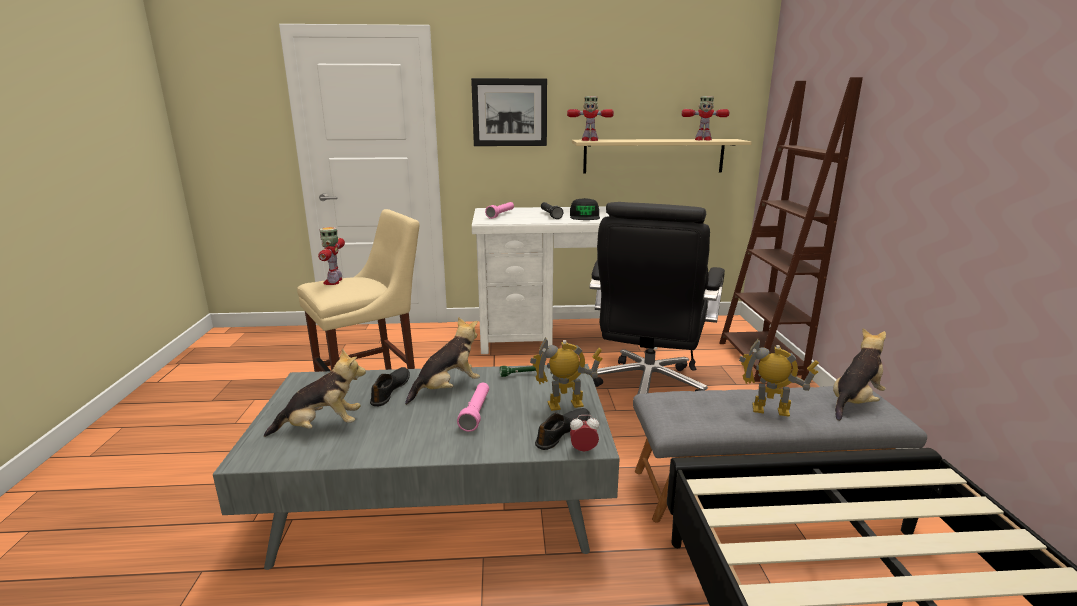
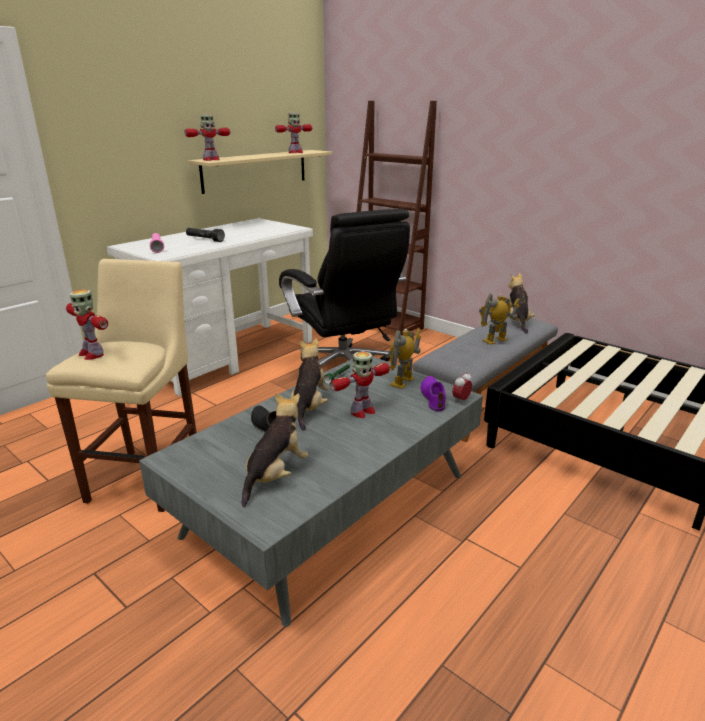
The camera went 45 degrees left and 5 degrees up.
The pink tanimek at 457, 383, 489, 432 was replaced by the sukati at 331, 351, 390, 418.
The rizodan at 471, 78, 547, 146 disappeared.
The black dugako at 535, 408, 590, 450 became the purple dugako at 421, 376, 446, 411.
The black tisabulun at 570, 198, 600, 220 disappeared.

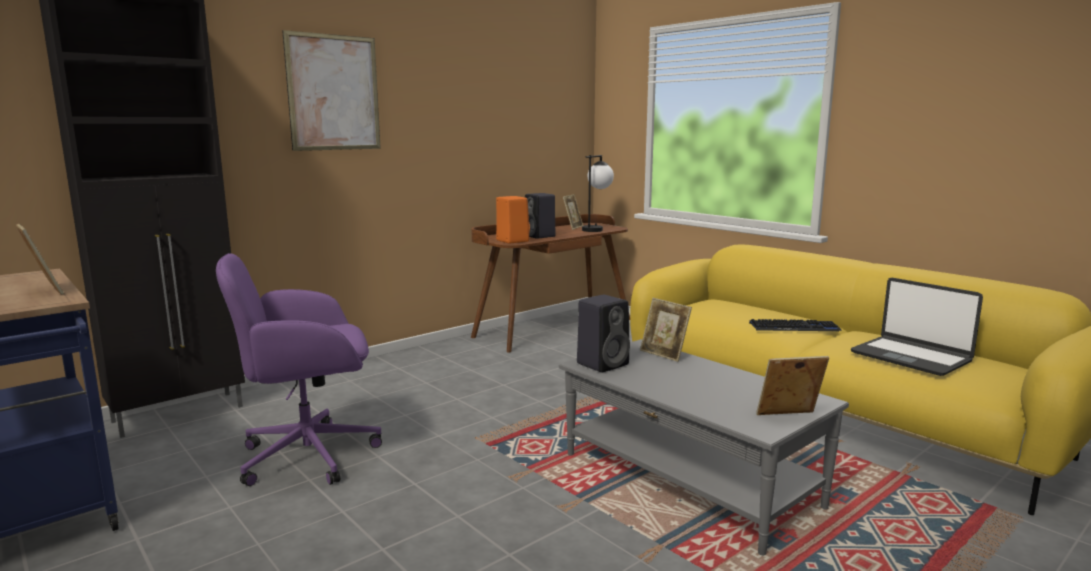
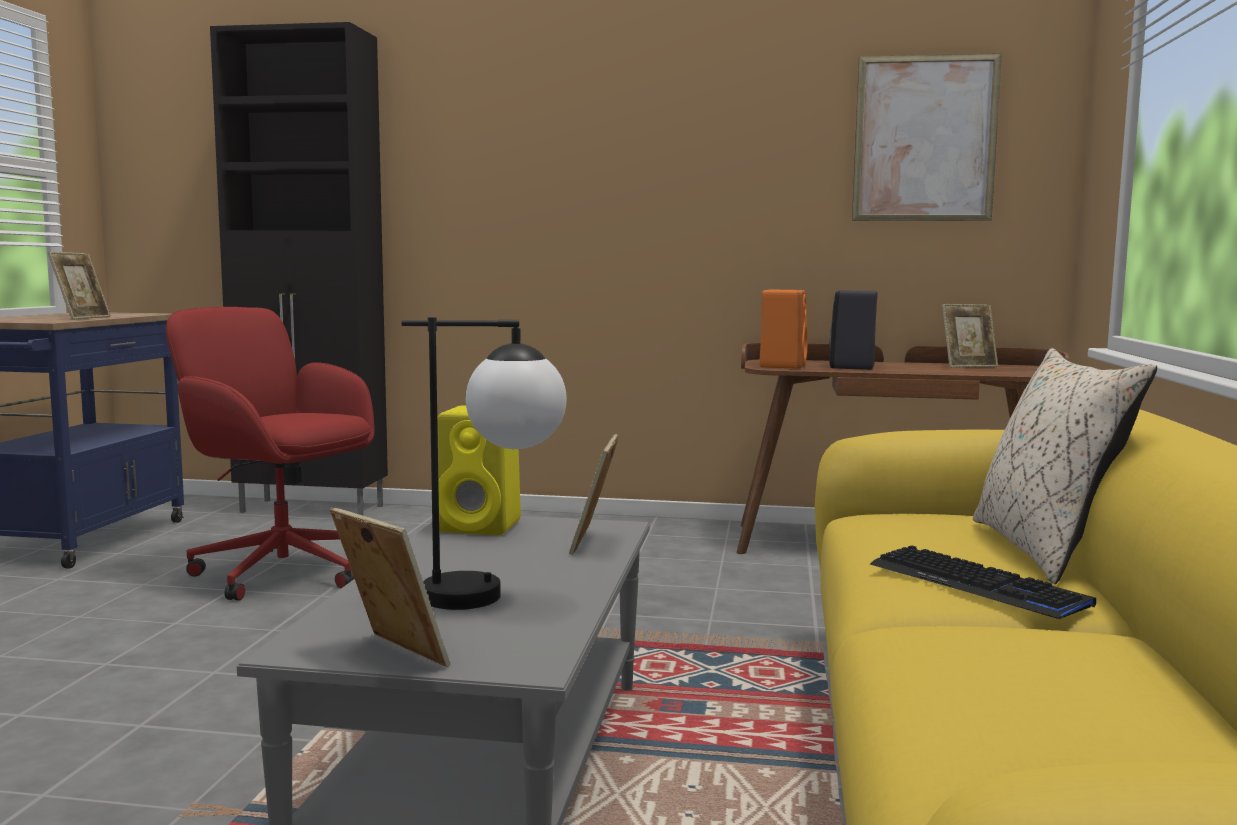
The camera went 50 degrees right and 5 degrees down.
The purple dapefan at 216, 253, 382, 486 became the red dapefan at 166, 307, 375, 601.
The rizodan moved from 282, 30, 381, 151 to 852, 53, 1002, 221.
The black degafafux at 577, 295, 630, 372 became the yellow degafafux at 437, 406, 521, 535.
The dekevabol moved from 582, 155, 614, 232 to 402, 317, 567, 610.
The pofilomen at 851, 278, 983, 376 disappeared.
The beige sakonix at 973, 348, 1157, 584 appeared.

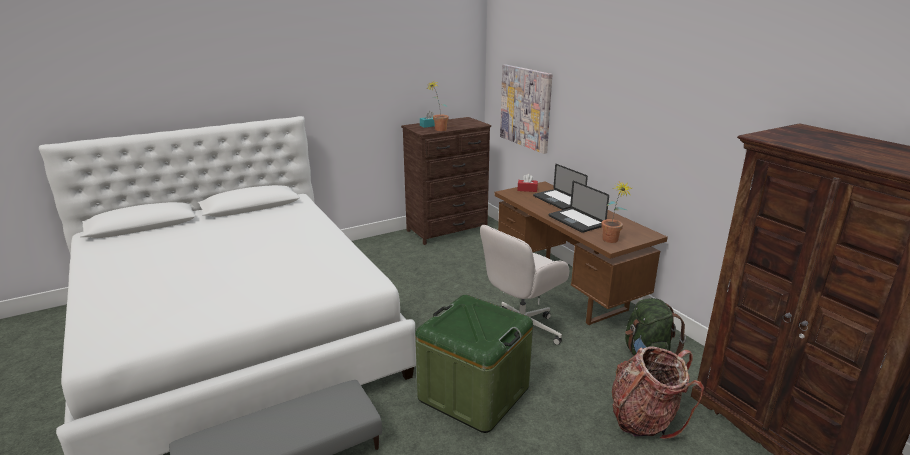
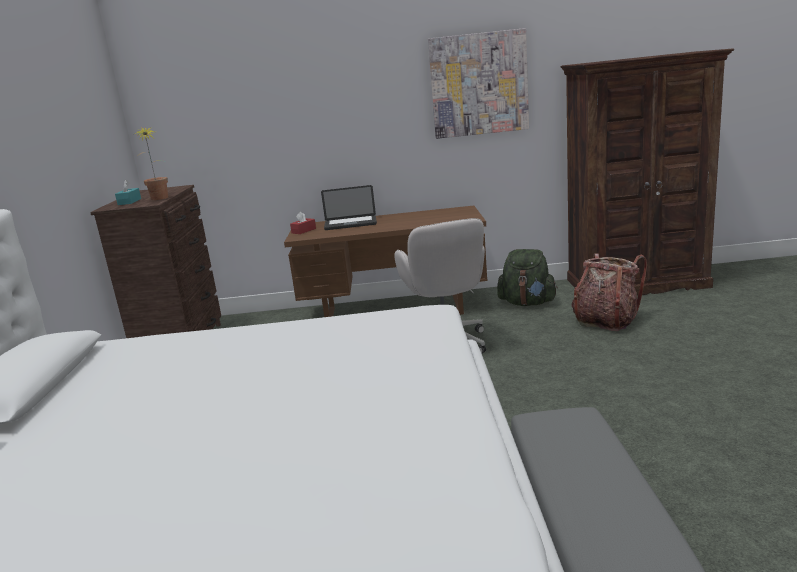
The camera went 60 degrees left and 5 degrees down.
The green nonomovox at 415, 295, 533, 433 disappeared.
The rizodan moved from 500, 64, 553, 154 to 428, 28, 529, 139.
The pofilomen at 549, 181, 609, 233 disappeared.
The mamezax at 601, 182, 632, 243 disappeared.

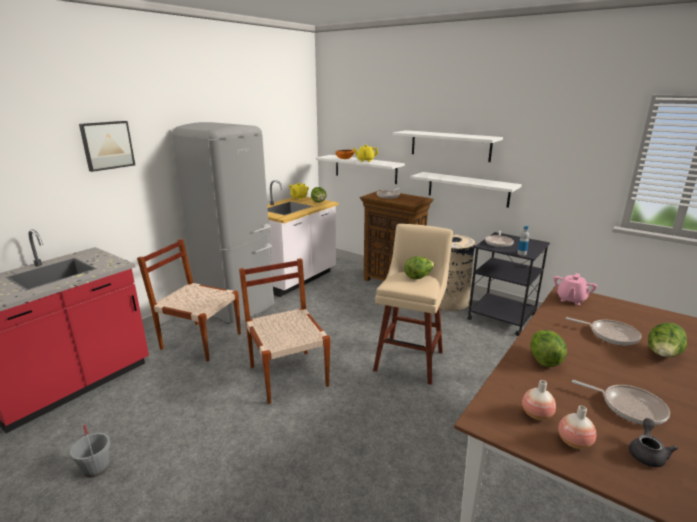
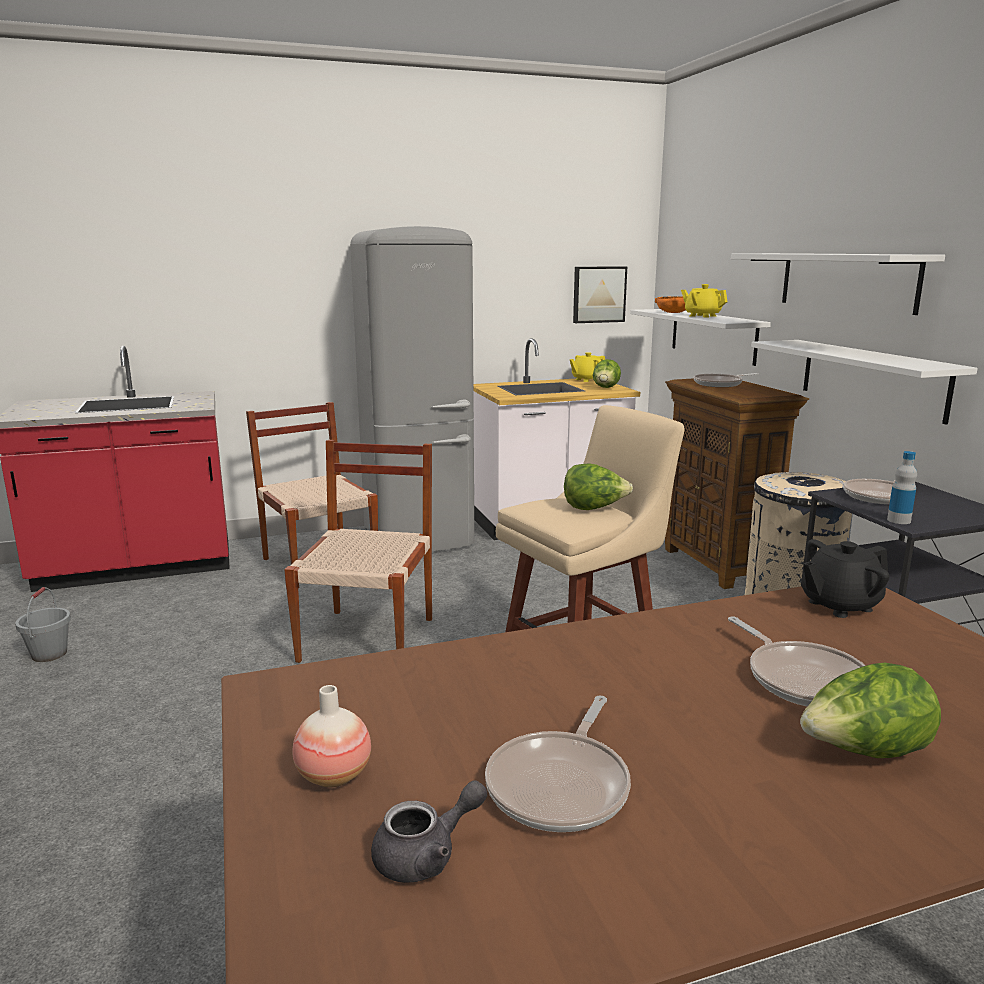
The camera went 35 degrees right and 5 degrees down.
The rizodan moved from 79, 121, 135, 172 to 573, 266, 627, 323.
The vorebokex at 522, 380, 556, 420 disappeared.
The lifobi at 530, 330, 567, 367 disappeared.
The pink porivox at 553, 273, 597, 305 became the black porivox at 801, 539, 889, 618.
The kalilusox at 572, 380, 670, 425 turned 45 degrees clockwise.

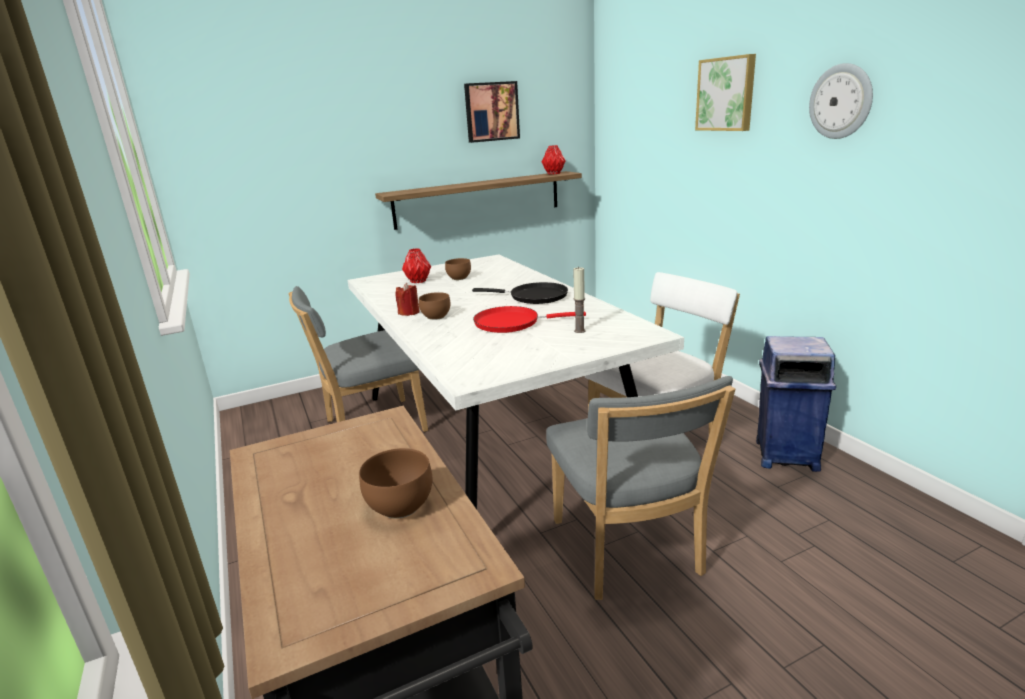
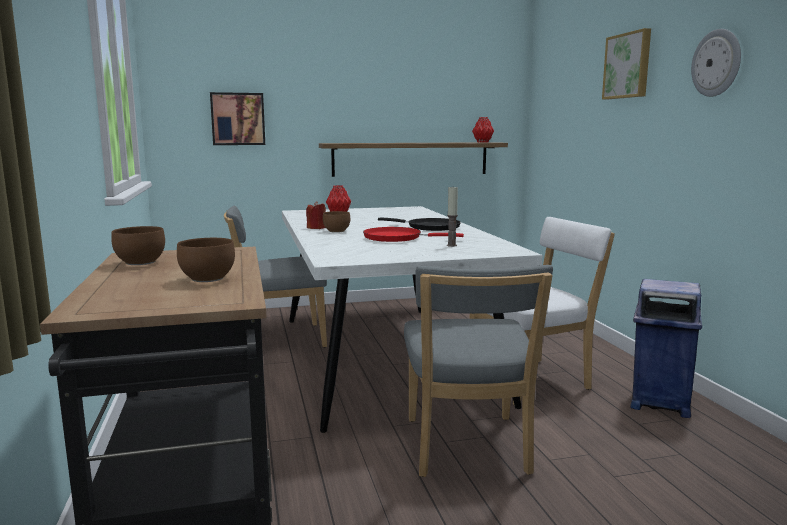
The camera went 10 degrees right and 10 degrees down.
The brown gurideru moved from 445, 258, 471, 280 to 112, 226, 165, 265.
The rizodan moved from 464, 81, 520, 143 to 210, 92, 265, 145.

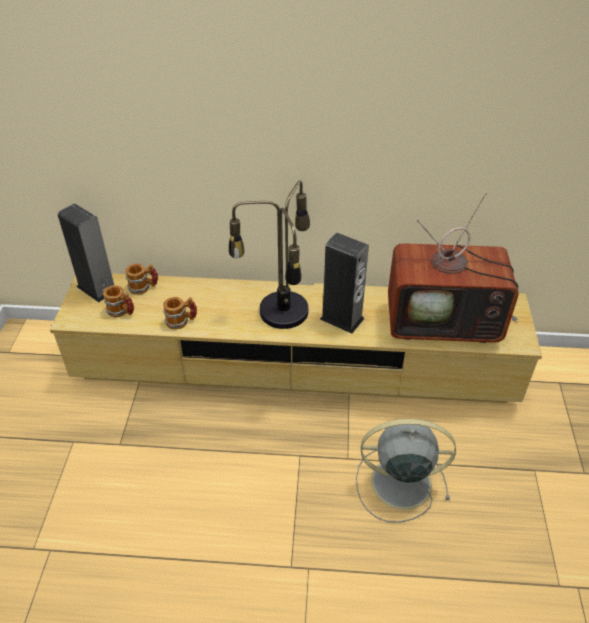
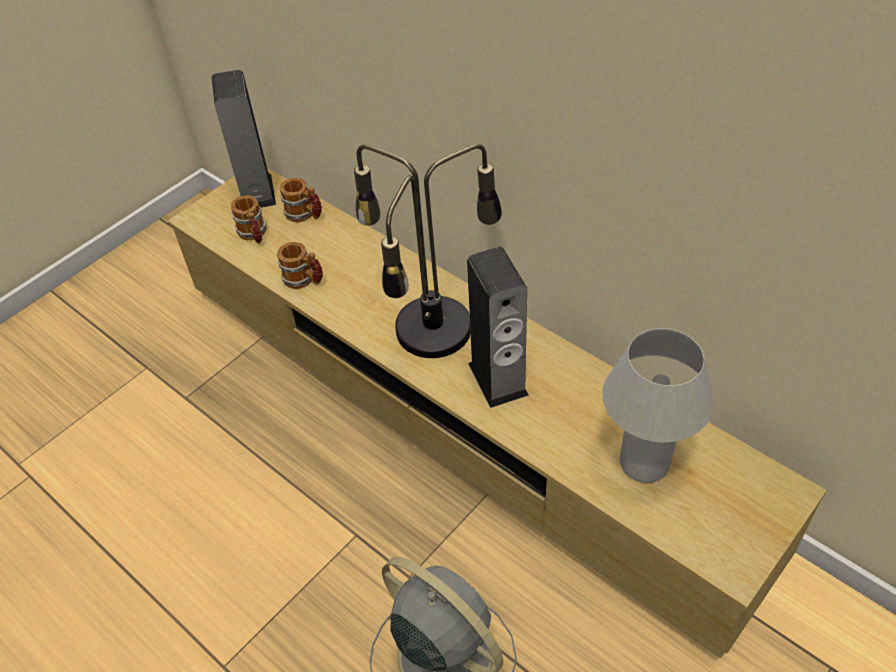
The camera went 40 degrees right and 5 degrees up.
The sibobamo at 388, 193, 519, 343 was replaced by the white dekevabol at 602, 328, 714, 483.

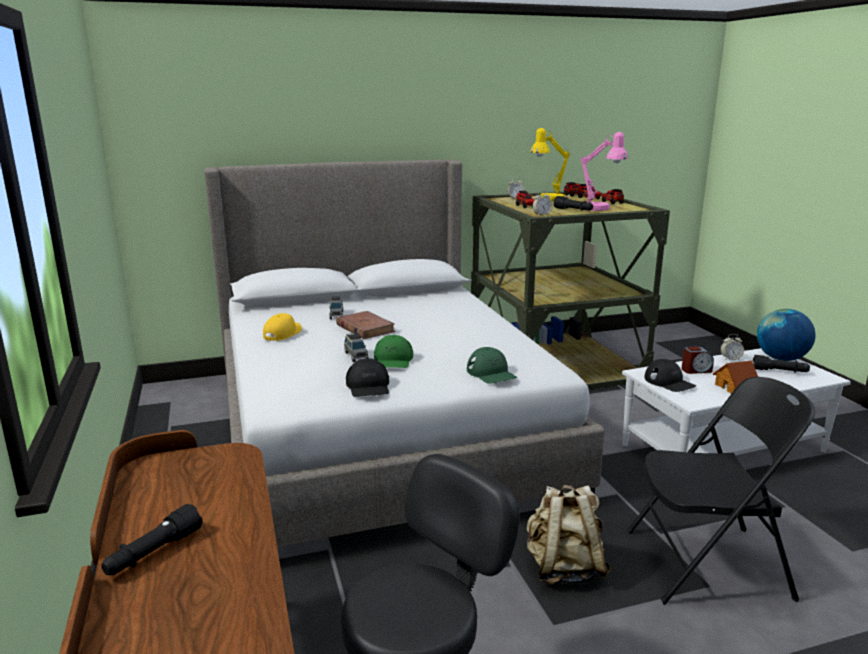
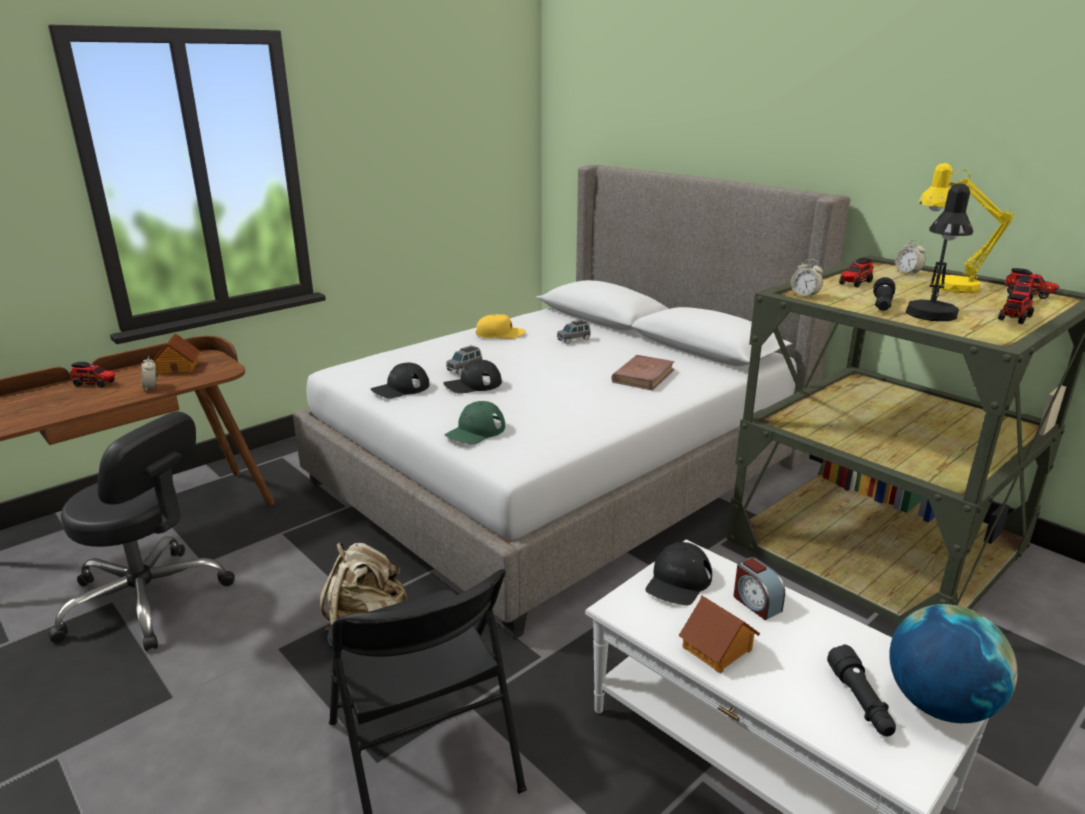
The camera went 65 degrees right and 5 degrees up.
The black tanimek at 101, 504, 203, 575 was replaced by the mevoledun at 70, 362, 115, 388.
The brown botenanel moved from 336, 311, 395, 339 to 611, 355, 675, 391.
The green tisabulun at 374, 335, 413, 368 became the black tisabulun at 443, 360, 502, 394.
The pink dekevabol at 580, 132, 628, 211 became the black dekevabol at 906, 184, 973, 321.
The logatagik moved from 721, 334, 744, 360 to 141, 355, 158, 391.
The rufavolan at 153, 333, 200, 374 appeared.

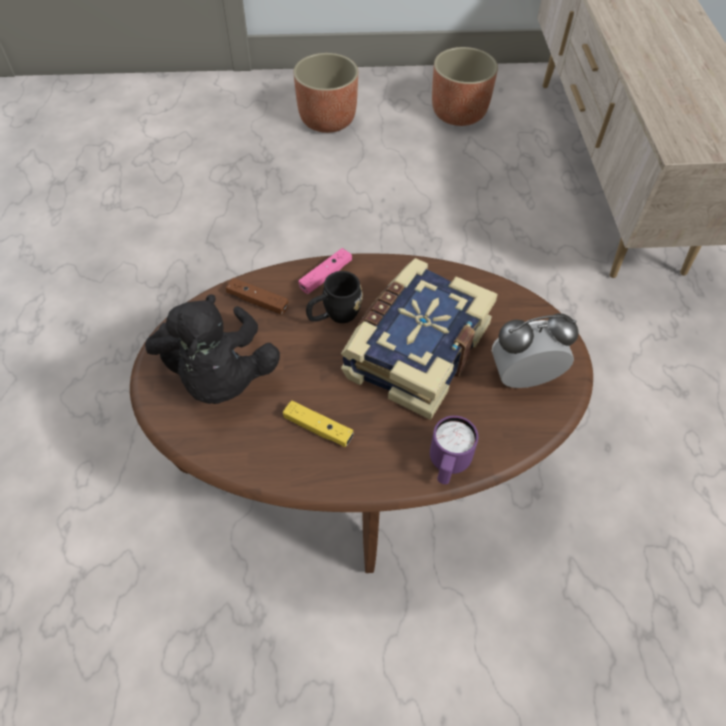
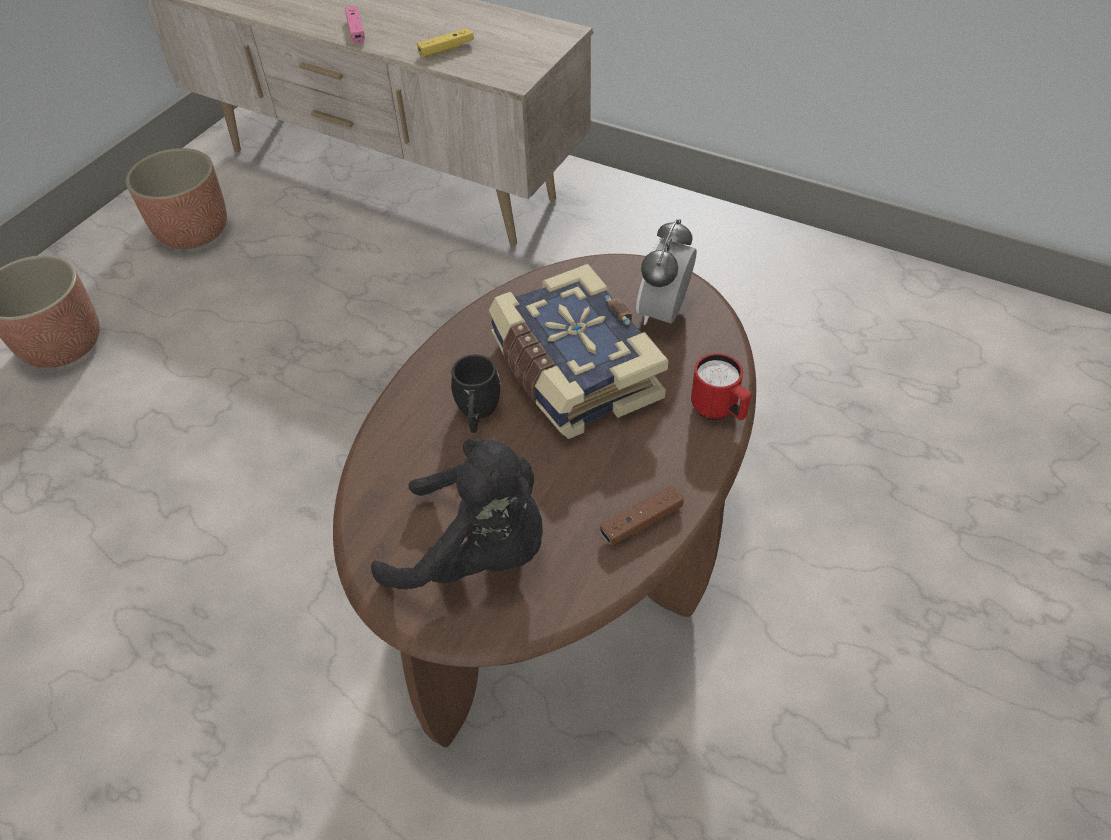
The camera went 55 degrees left and 5 degrees down.
The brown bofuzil moved from 226, 278, 288, 315 to 600, 486, 684, 546.
The yellow bofuzil moved from 283, 401, 353, 447 to 417, 28, 474, 58.
The pink bofuzil moved from 298, 248, 352, 294 to 345, 6, 365, 43.
The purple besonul at 430, 416, 479, 484 became the red besonul at 691, 353, 752, 420.

